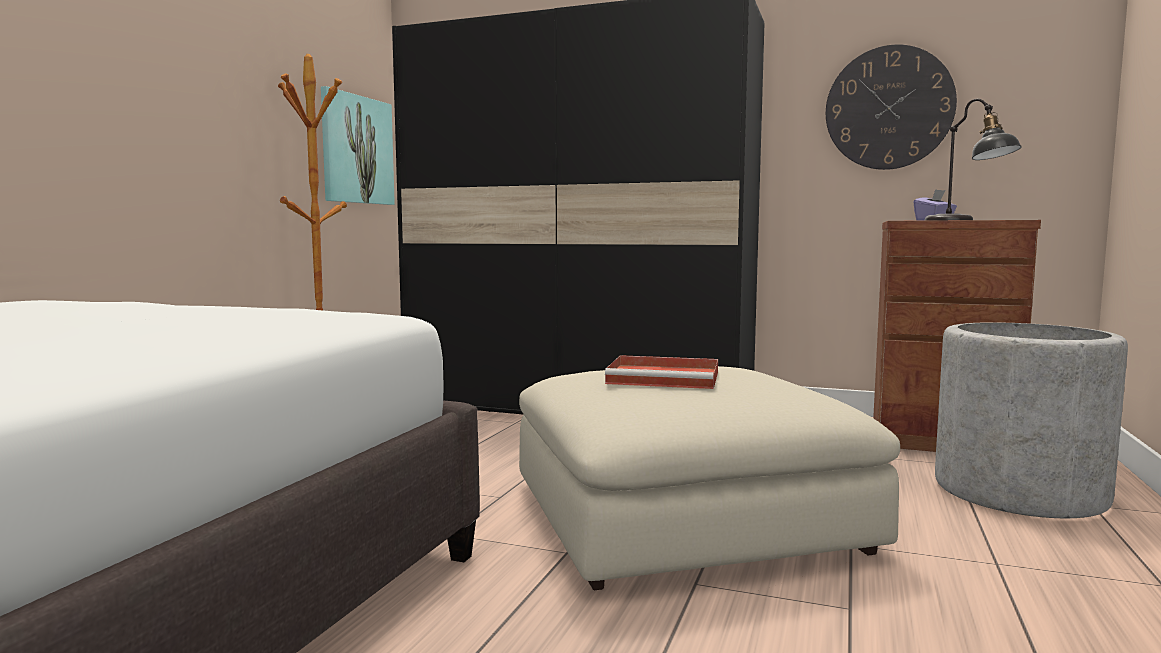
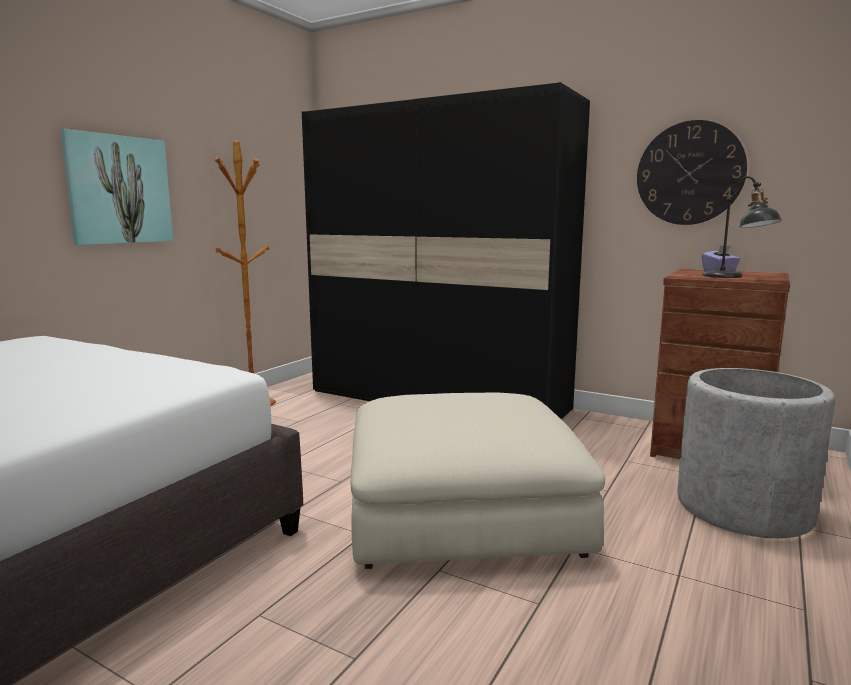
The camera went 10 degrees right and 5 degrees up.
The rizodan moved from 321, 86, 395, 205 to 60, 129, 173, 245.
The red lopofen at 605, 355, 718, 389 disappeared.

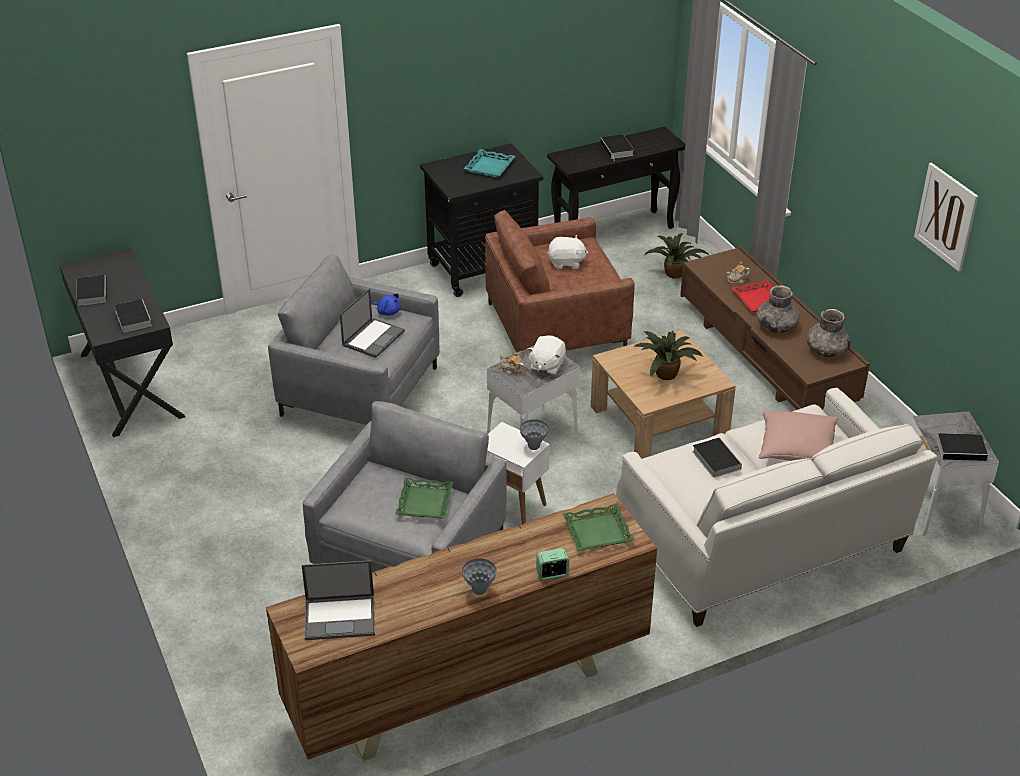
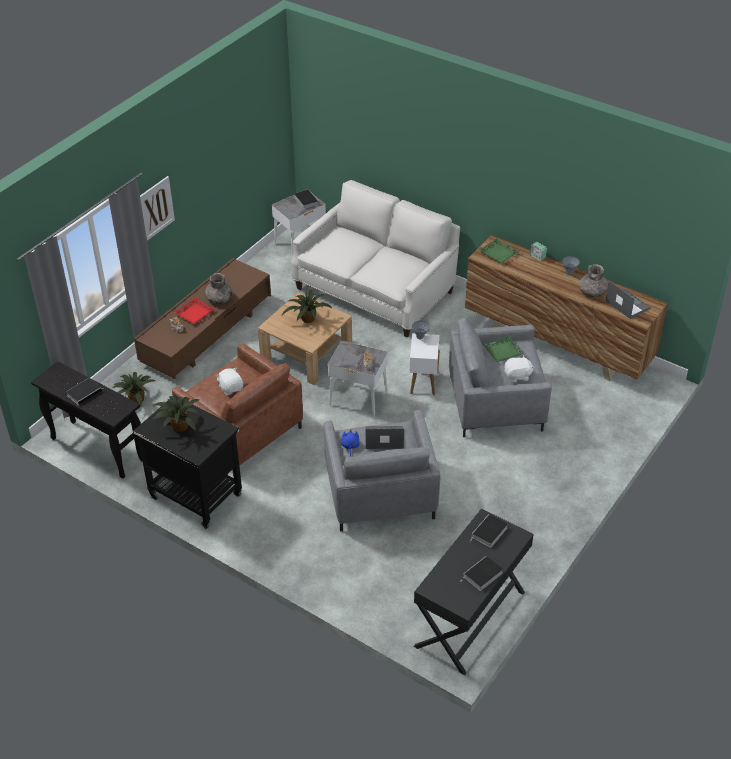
The camera went 120 degrees left and 5 degrees up.
The turquoise lopofen at 463, 149, 515, 178 was replaced by the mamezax at 152, 396, 199, 432.
The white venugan moved from 527, 335, 566, 375 to 504, 355, 534, 383.
The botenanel at 692, 437, 742, 478 disappeared.
The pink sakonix at 759, 411, 838, 461 disappeared.
The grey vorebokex moved from 807, 309, 851, 357 to 579, 264, 608, 298.
The rizodan moved from 914, 163, 978, 272 to 140, 176, 175, 241.

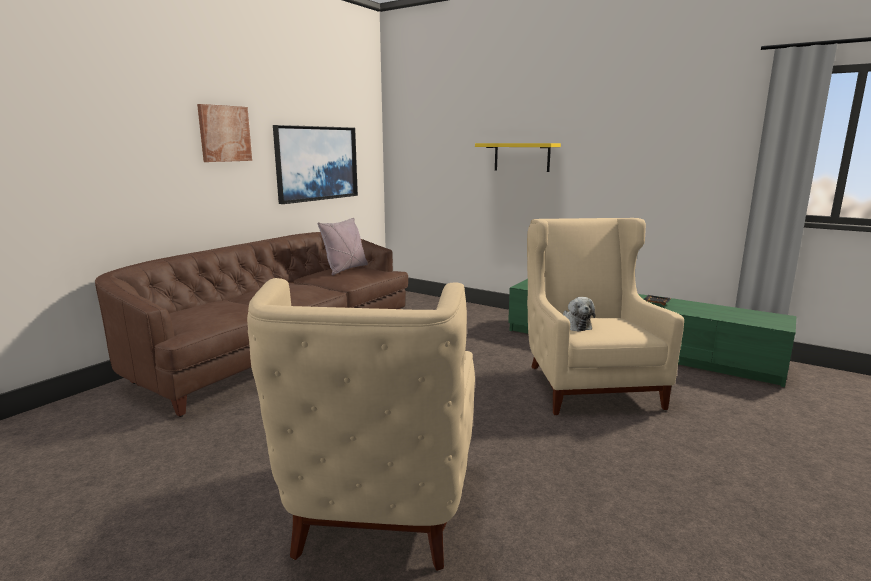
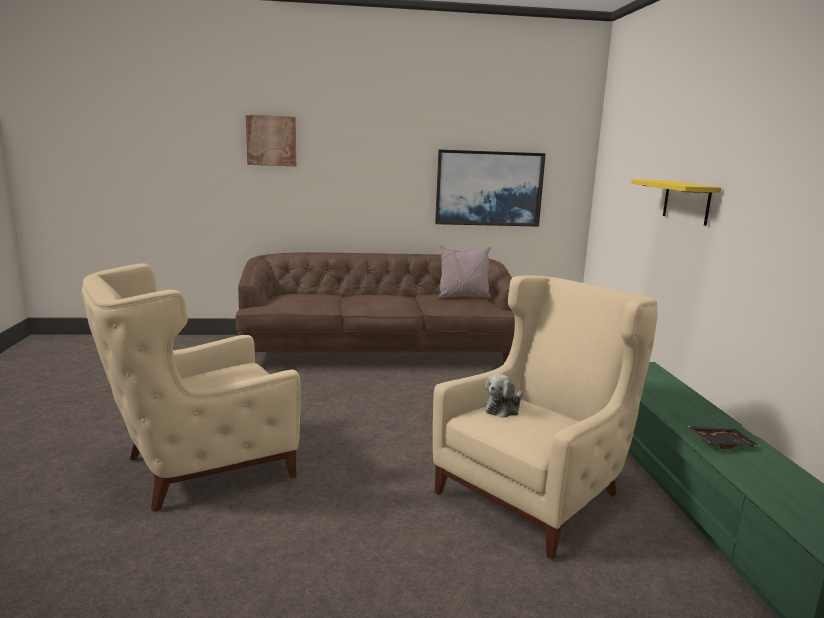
The camera went 50 degrees right and 0 degrees up.
The rizodan moved from 197, 104, 252, 162 to 246, 115, 296, 166.

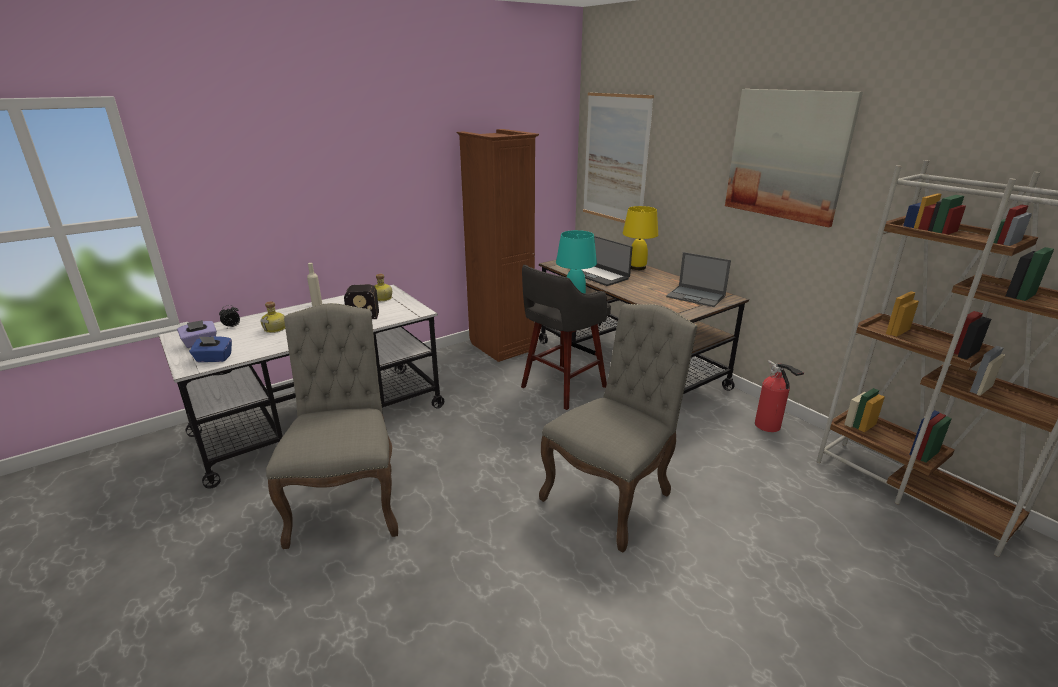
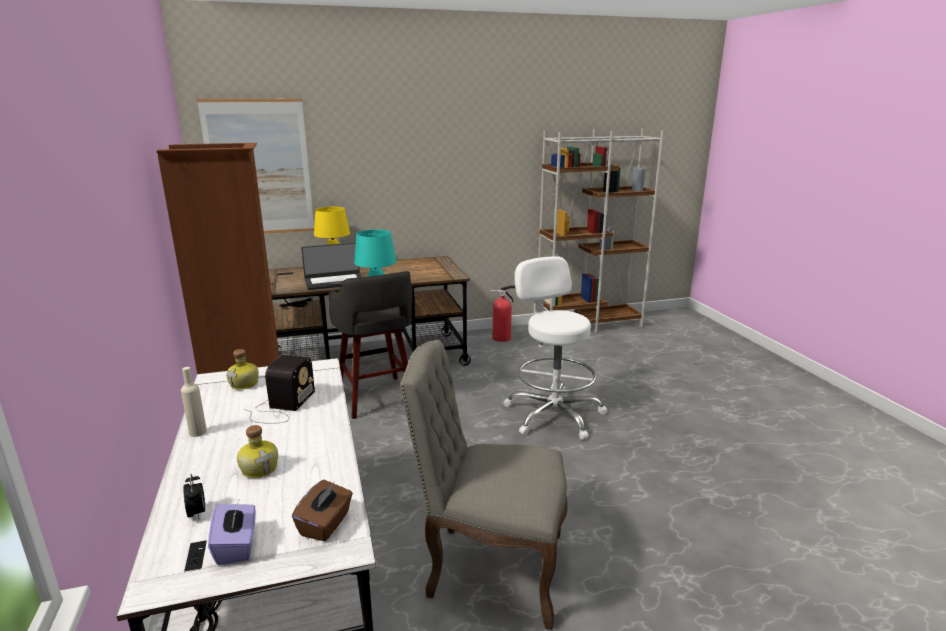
The camera went 70 degrees left and 5 degrees down.
The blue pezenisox at 189, 336, 232, 362 became the brown pezenisox at 292, 480, 353, 541.
The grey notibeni at 539, 304, 697, 553 was replaced by the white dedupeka at 504, 256, 608, 440.
The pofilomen at 666, 252, 731, 307 disappeared.
The rizodan at 725, 89, 863, 227 disappeared.

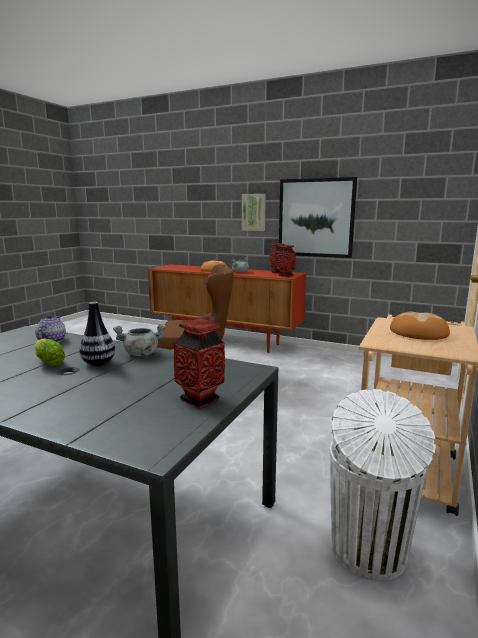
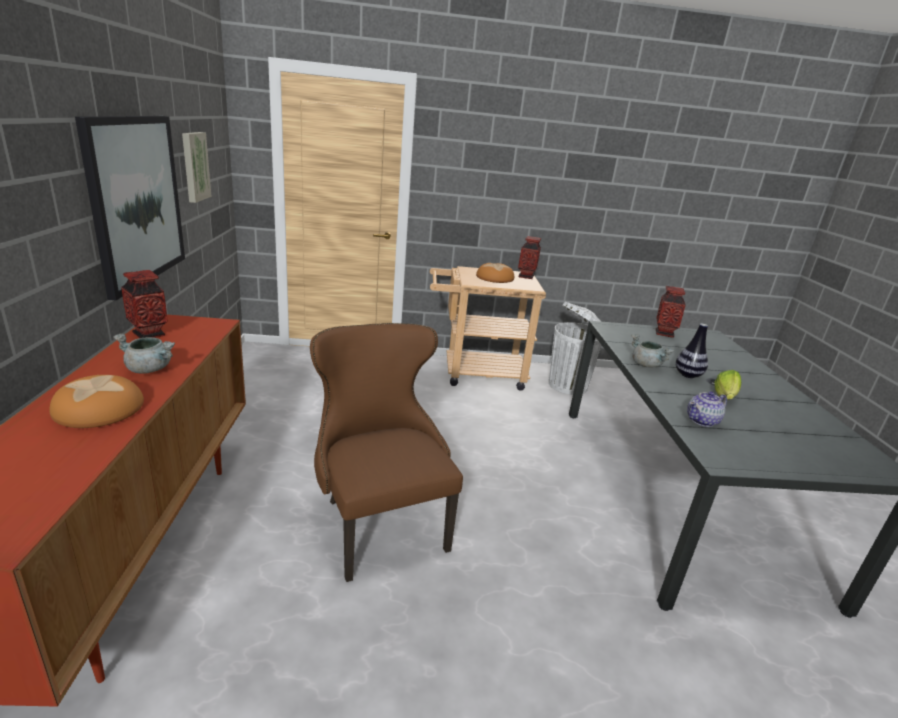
The camera went 120 degrees left and 10 degrees up.
The rizodan moved from 242, 194, 266, 231 to 182, 132, 212, 203.
The vorebokex moved from 277, 245, 296, 277 to 518, 236, 541, 279.

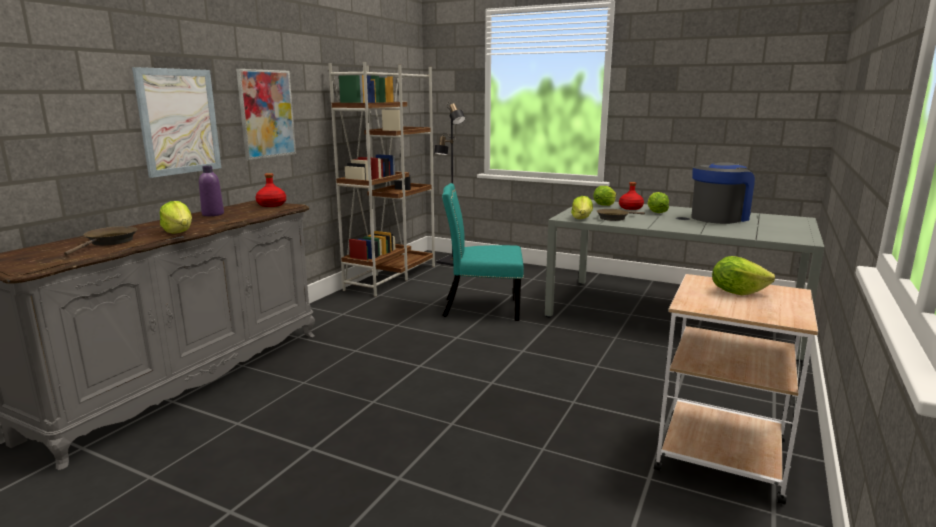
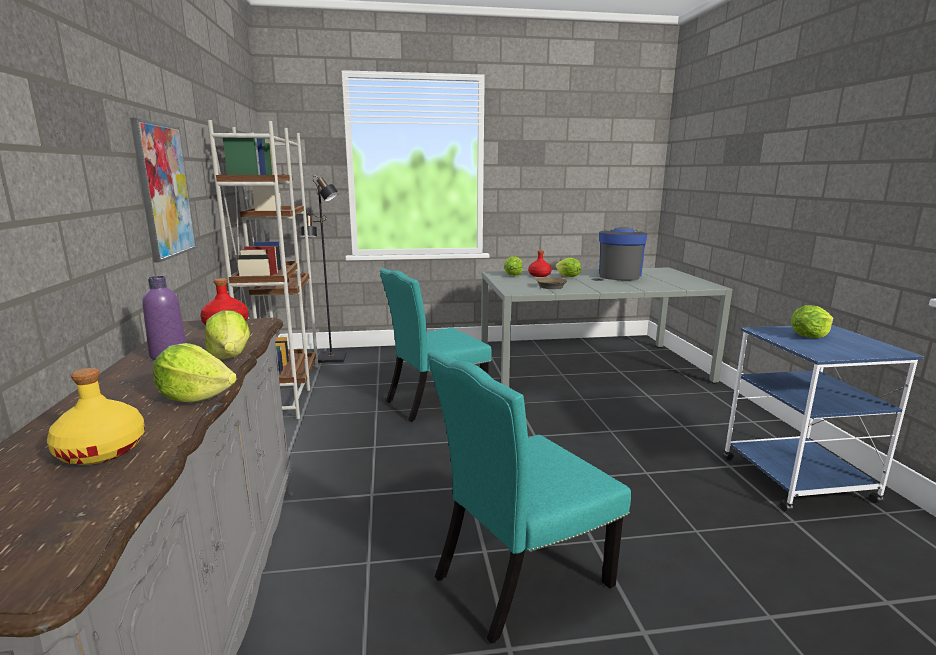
The camera went 35 degrees left and 0 degrees up.
The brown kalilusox at 64, 226, 137, 256 was replaced by the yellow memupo at 47, 368, 145, 465.
The rizodan at 132, 67, 221, 178 disappeared.
The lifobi moved from 571, 196, 593, 219 to 205, 310, 250, 359.
The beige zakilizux at 654, 274, 818, 505 became the blue zakilizux at 723, 325, 924, 511.
The turquoise notibeni at 428, 350, 631, 644 appeared.

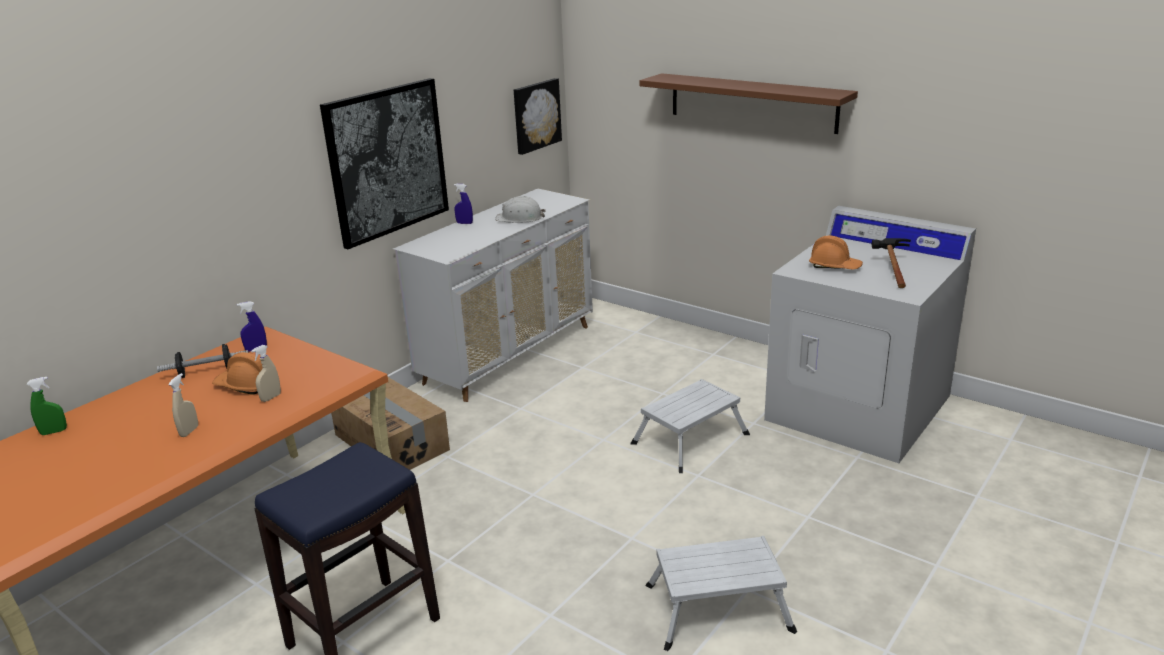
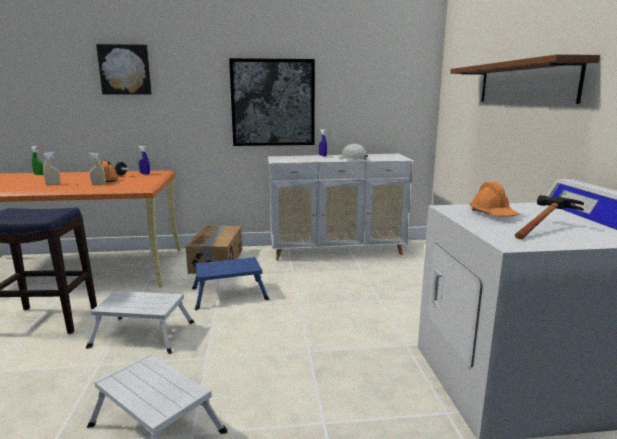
The camera went 45 degrees right and 10 degrees down.
The rizodan moved from 514, 78, 562, 155 to 96, 44, 152, 94.
The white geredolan moved from 631, 379, 750, 473 to 86, 290, 195, 354.
The blue geredolan at 192, 257, 270, 310 appeared.

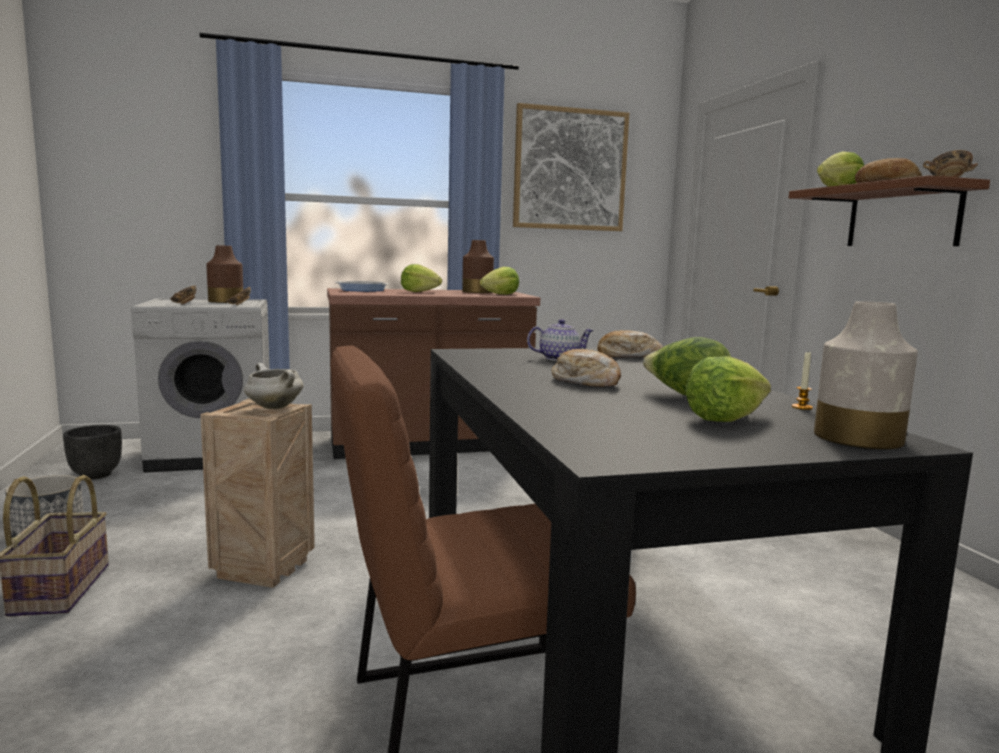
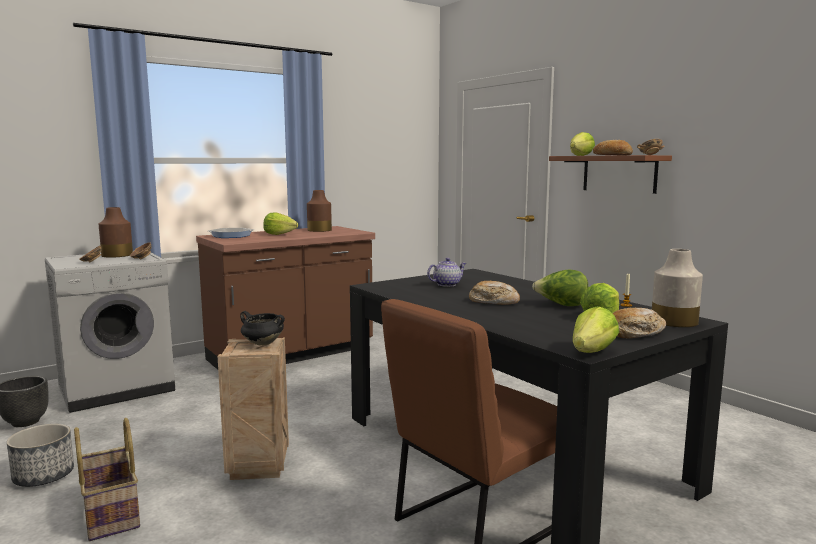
The camera went 20 degrees left and 0 degrees up.
The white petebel at 244, 363, 303, 409 became the black petebel at 240, 311, 285, 345.
The lifobi moved from 480, 267, 519, 294 to 573, 306, 619, 353.
The rizodan at 513, 103, 629, 231 disappeared.
The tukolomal moved from 597, 330, 663, 358 to 612, 308, 666, 339.

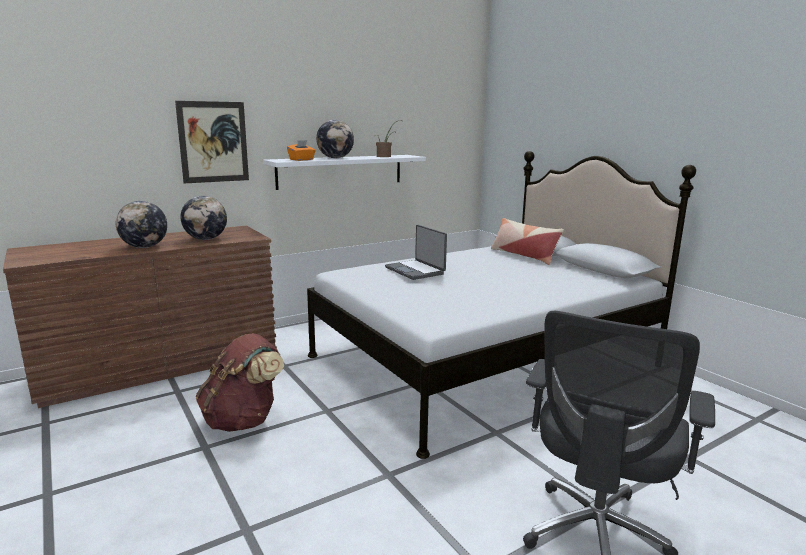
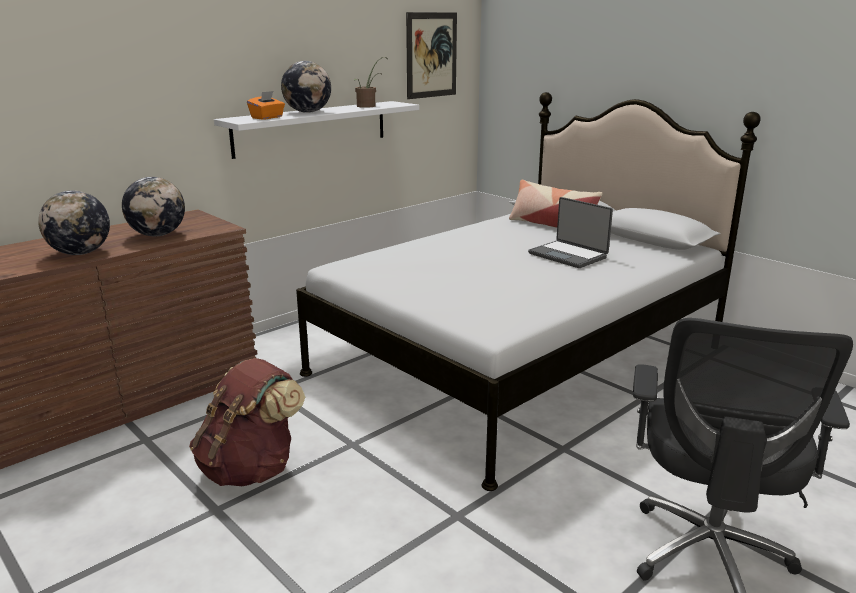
The camera went 10 degrees left and 5 degrees up.
The rizodan moved from 175, 101, 249, 183 to 406, 12, 457, 99.
The pofilomen moved from 385, 225, 447, 280 to 528, 197, 613, 268.

